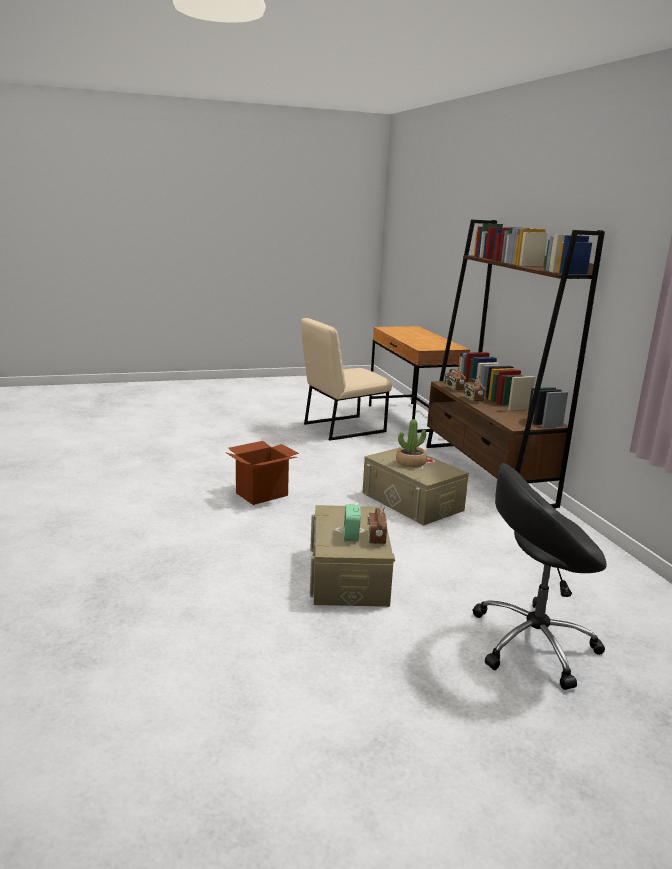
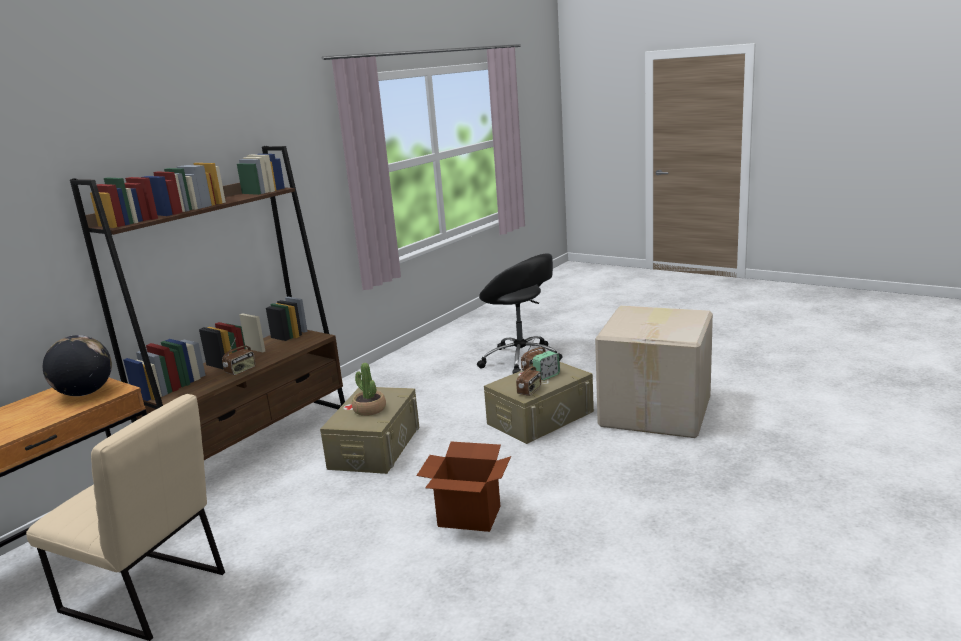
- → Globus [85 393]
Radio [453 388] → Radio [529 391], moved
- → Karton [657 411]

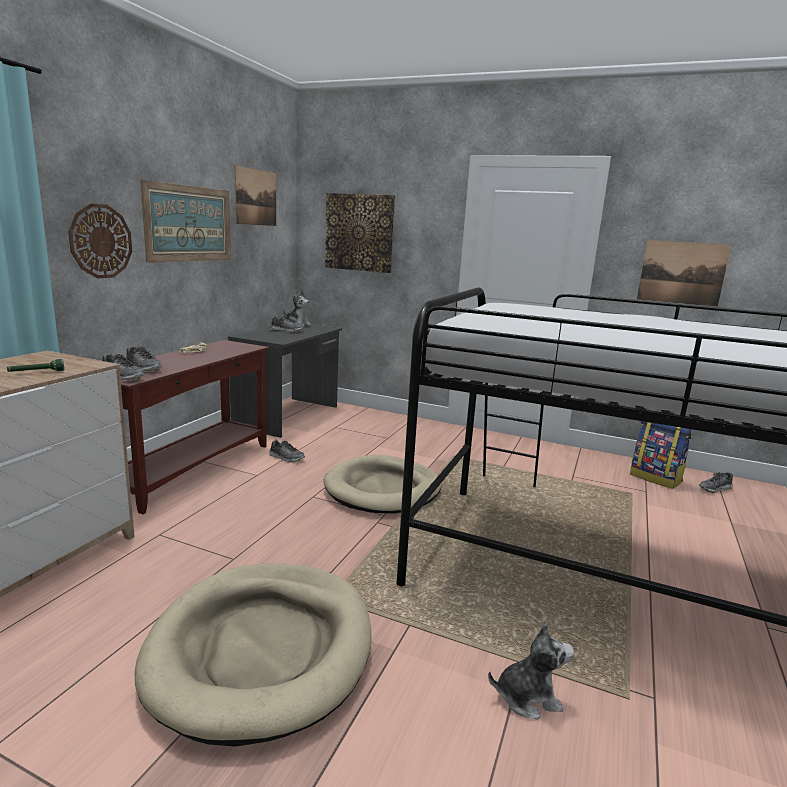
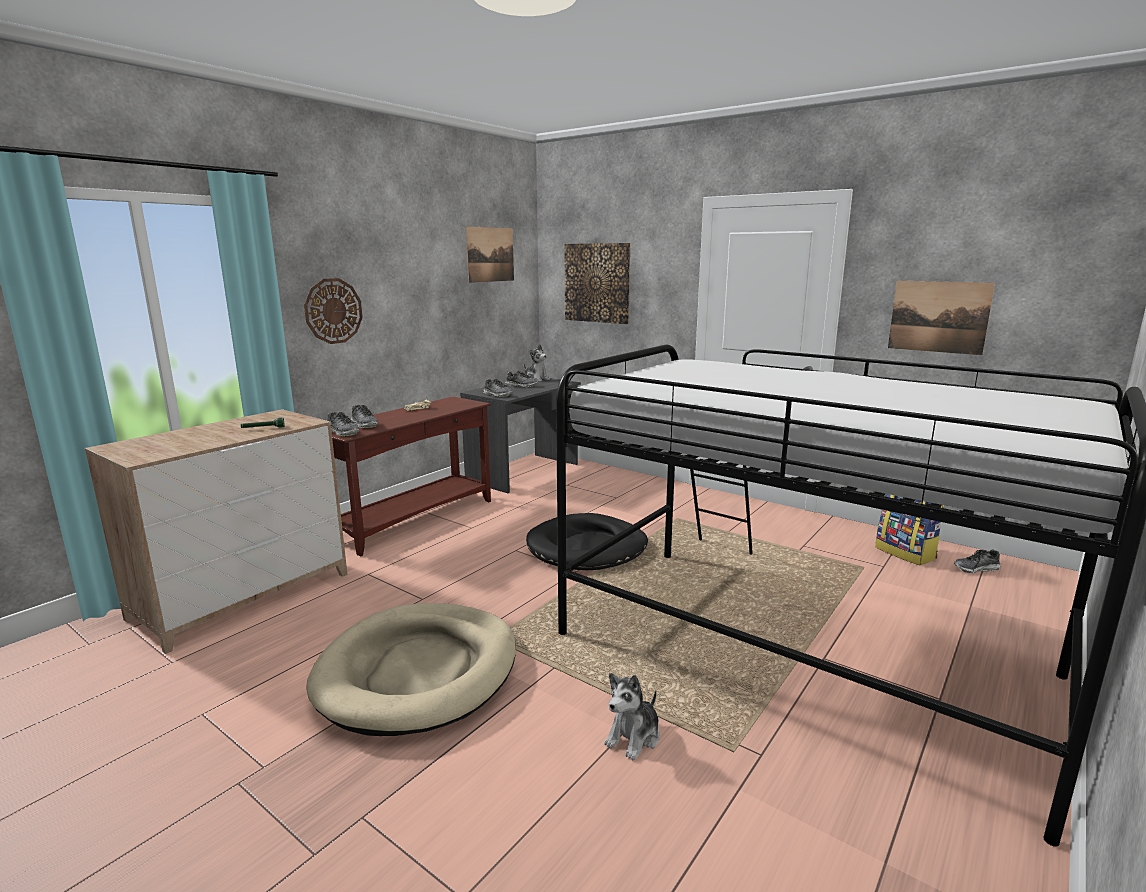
Schuh [286 458] → Schuh [497 395], moved
Hundebett/beige [383 489] → Hundebett/schwarz [587 547]
Plüschtier [527 697] → Plüschtier [634 737], 120 degrees clockwise
Bild [189 224] → -

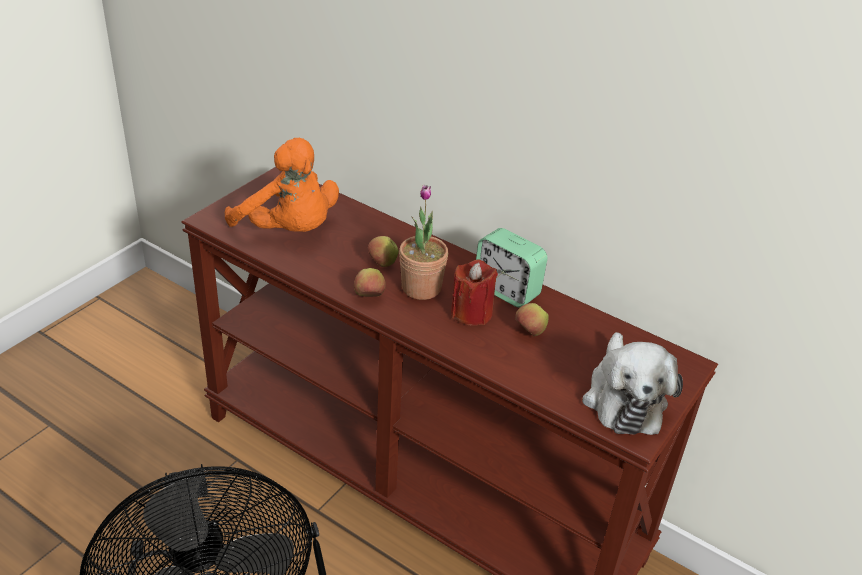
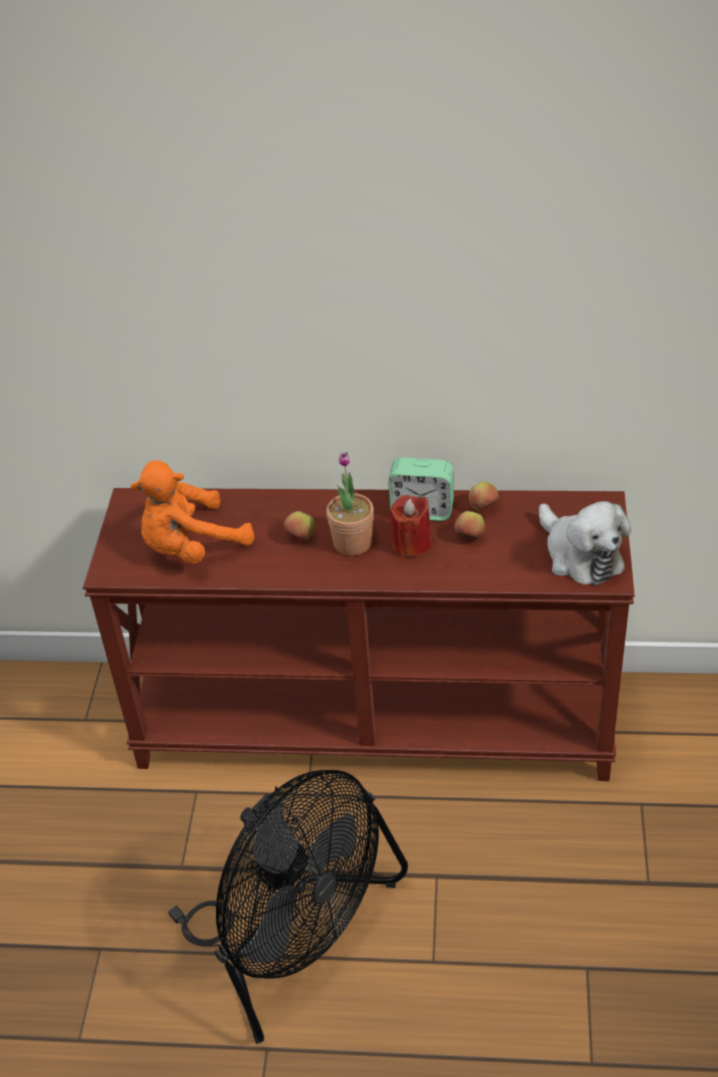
Plüschtier/orange [289 230] → Plüschtier/orange [191 547], 135 degrees clockwise
Apfel [369 296] → Apfel [483 507], moved

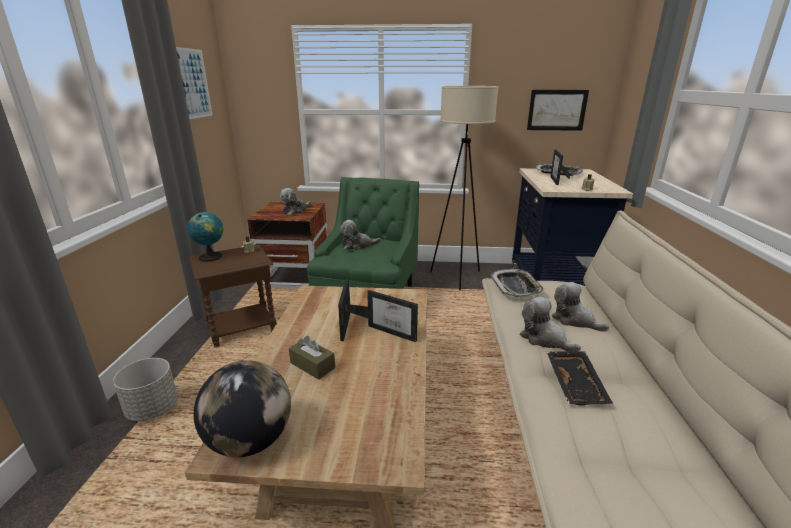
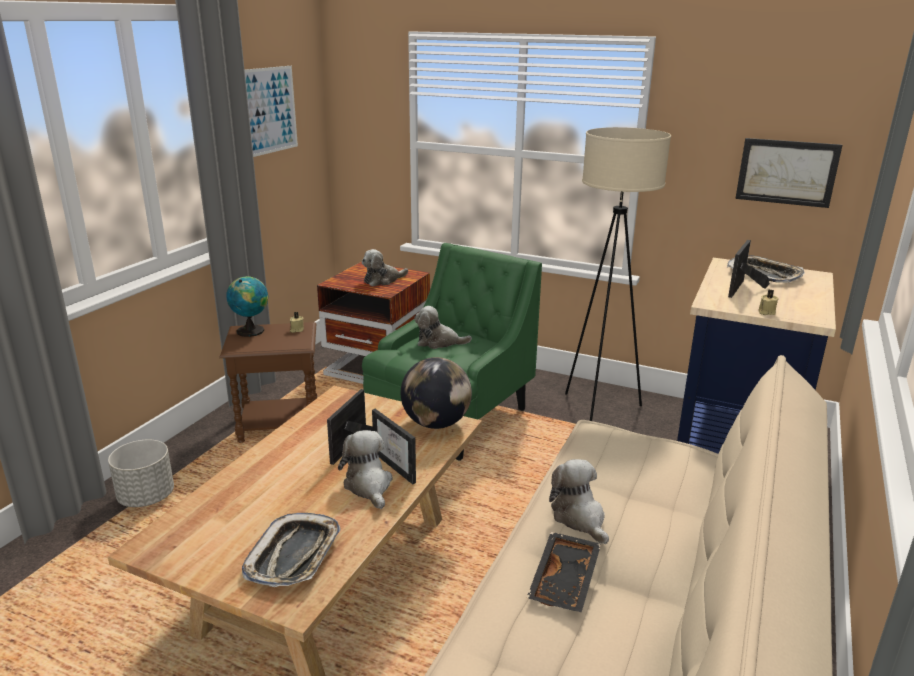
Tablett [516 287] → Tablett [294 555], moved
Plüschtier [574 320] → Plüschtier [369 486], moved
Globus [250 441] → Globus [436 423], moved
Taschentuchbox/braun [312 365] → -

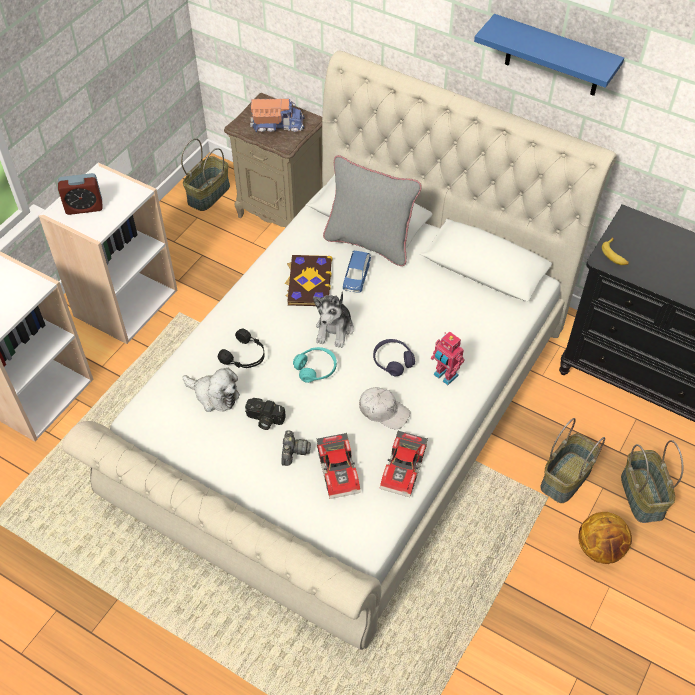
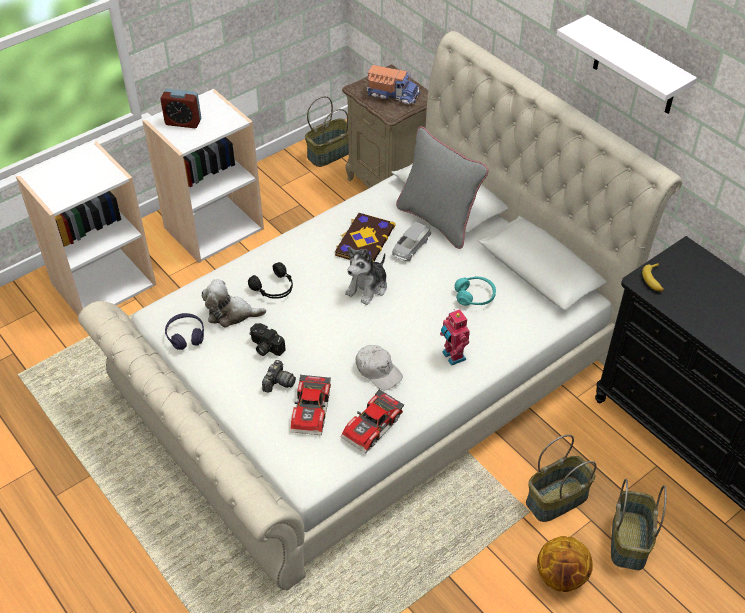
Kopfhörer/lila [393 361] → Kopfhörer/lila [185 335], moved
Plüschtier [214 395] → Plüschtier [231 314], 135 degrees clockwise
Spielzeugauto/blau [356 277] → Spielzeugauto/grau [410 247]
Kopfhörer/türkis [315 369] → Kopfhörer/türkis [474 296], moved
Wandregal/blau [553 57] → Wandregal/weiß [635 67]

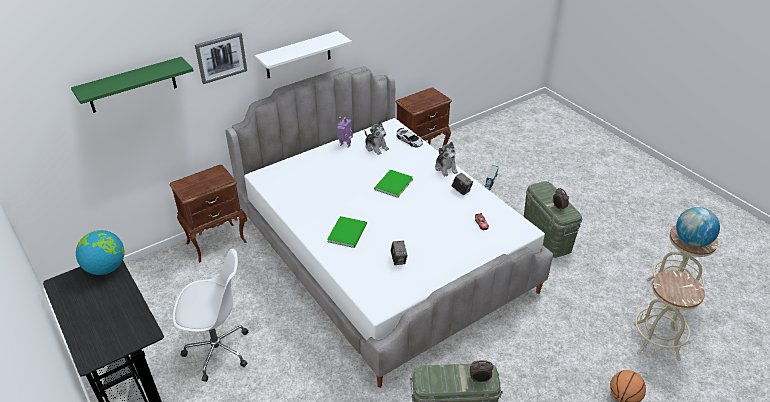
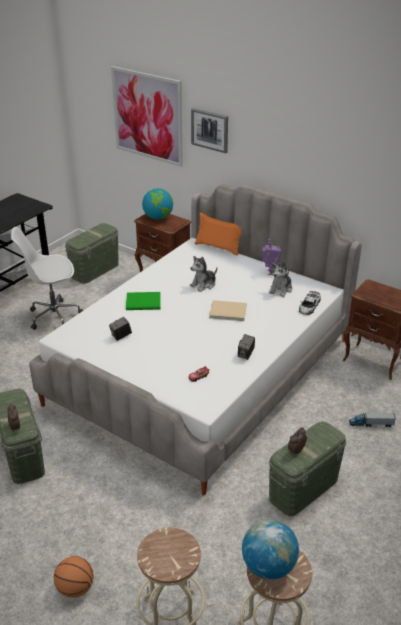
Bürostuhl/weiß [220 351] → Bürostuhl/weiß [53 317], 105 degrees clockwise
- → Aufbewahrungsbox/grün [95 270]
Wandregal/grün [132 85] → Bild [147 116]
Globus [106 268] → Globus [158 217], moved
Plüschtier [446 168] → Plüschtier [204 284], moved
- → Kissen/orange [218 247]
Buch/grün [392 184] → Buch/beige [227 311]
Wandregal/weiß [298 55] → -

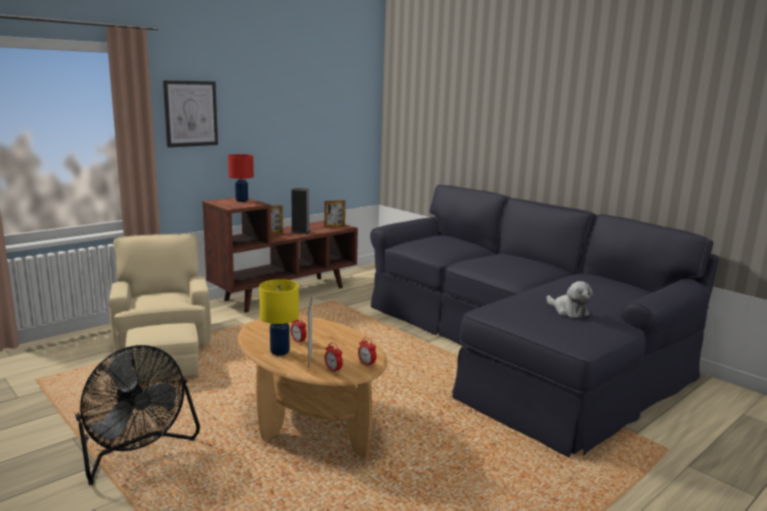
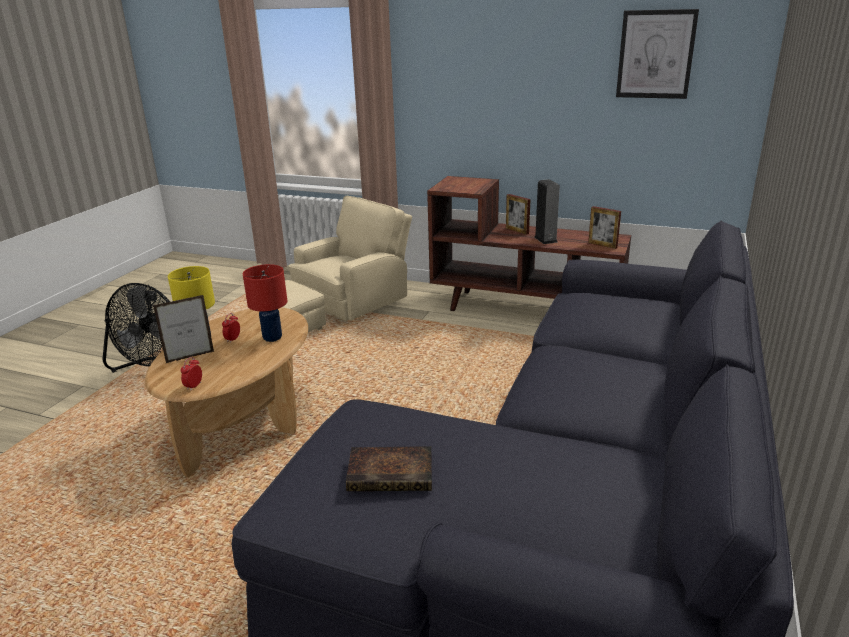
Tischlampe/rot [242 201] → Tischlampe/rot [272 338], moved
Plüschtier [568 311] → Buch [393 473]
Bild [191 113] → Bild [655 54], moved
Wecker [333 370] → -

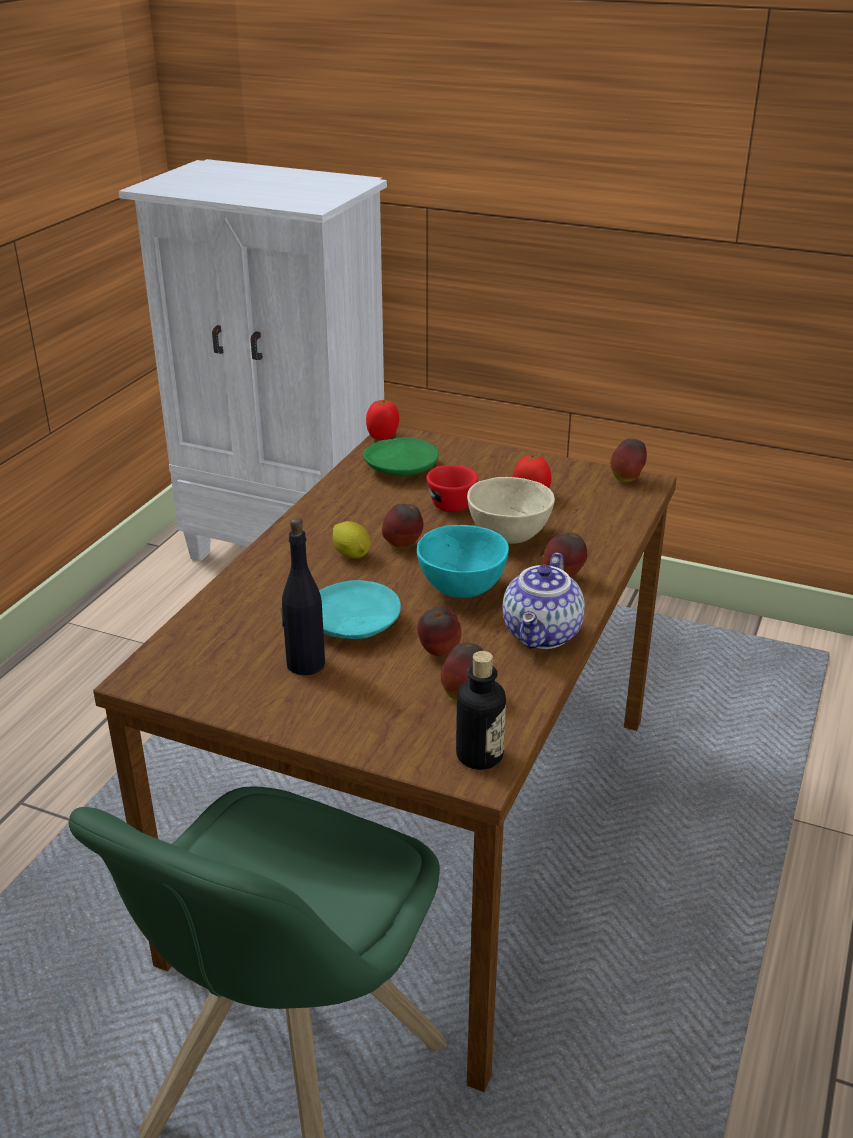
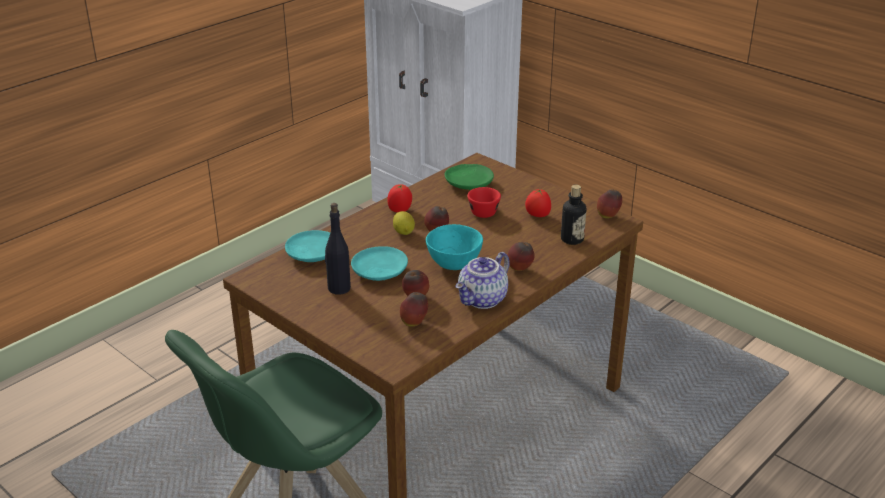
- → Teller/türkis [312 254]
Tomate [383 437] → Tomate [400 210], moved
Flasche [479 755] → Flasche [572 239], moved
Schüssel/beige [507 536] → -

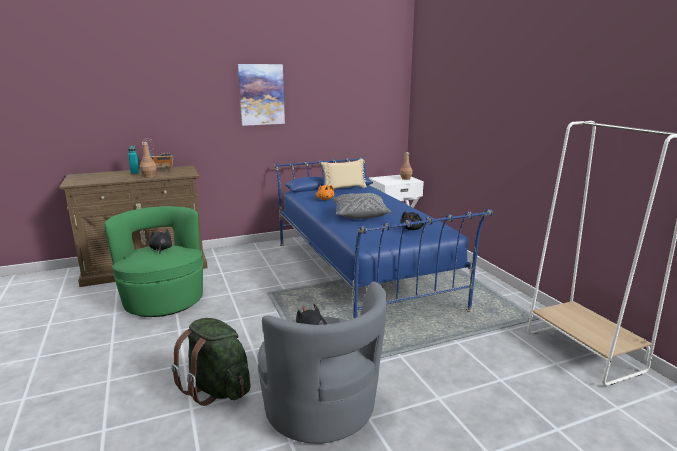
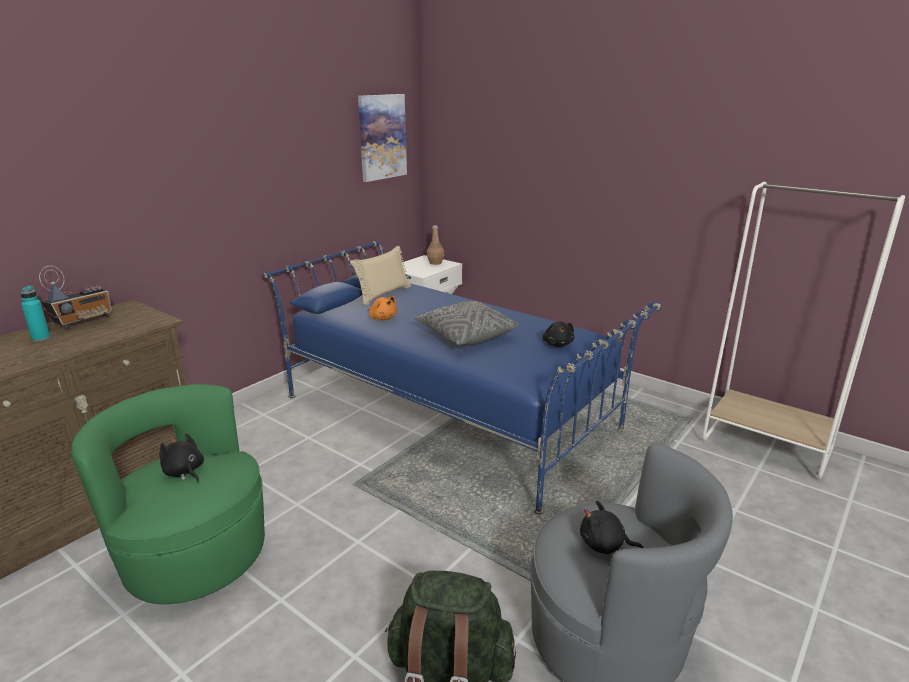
Bild [261 94] → Bild [382 137], moved
Flasche/braun [149 176] → -

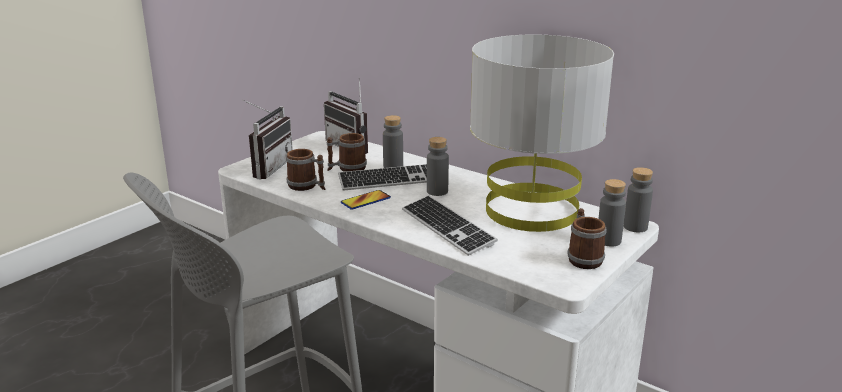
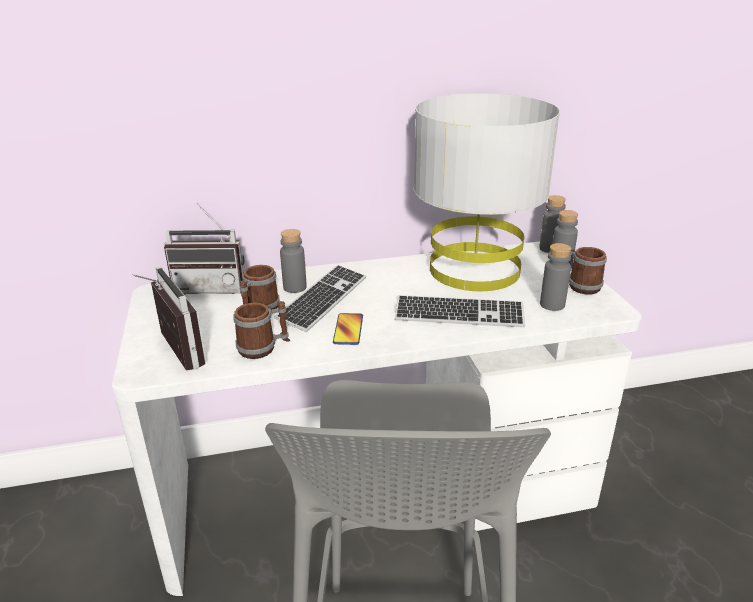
Flasche/grau [437 191] → Flasche/grau [552 304], moved

